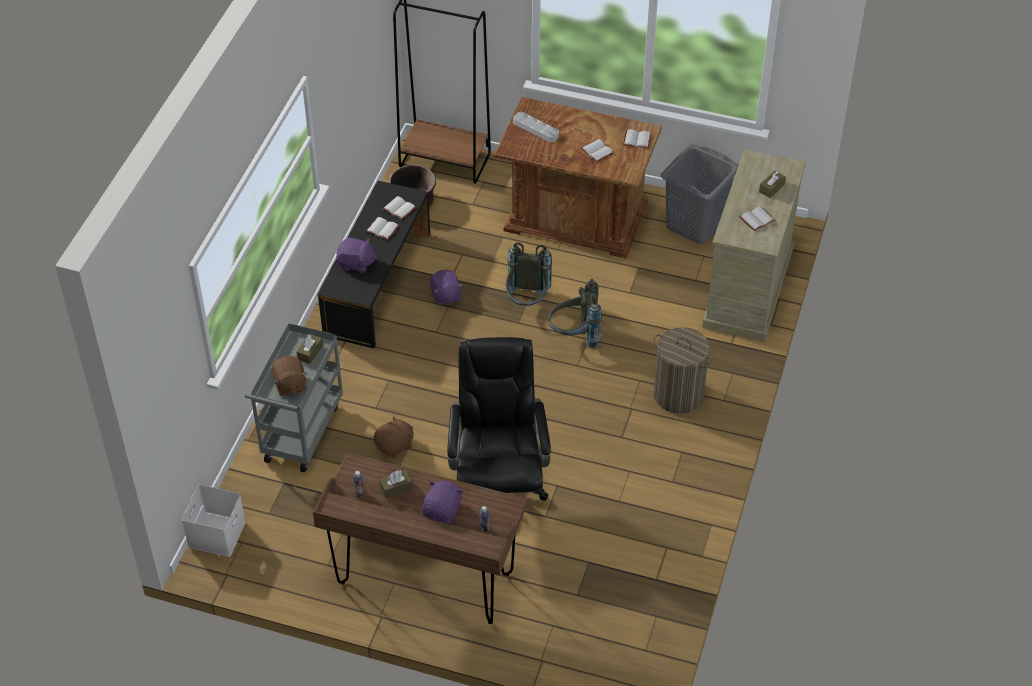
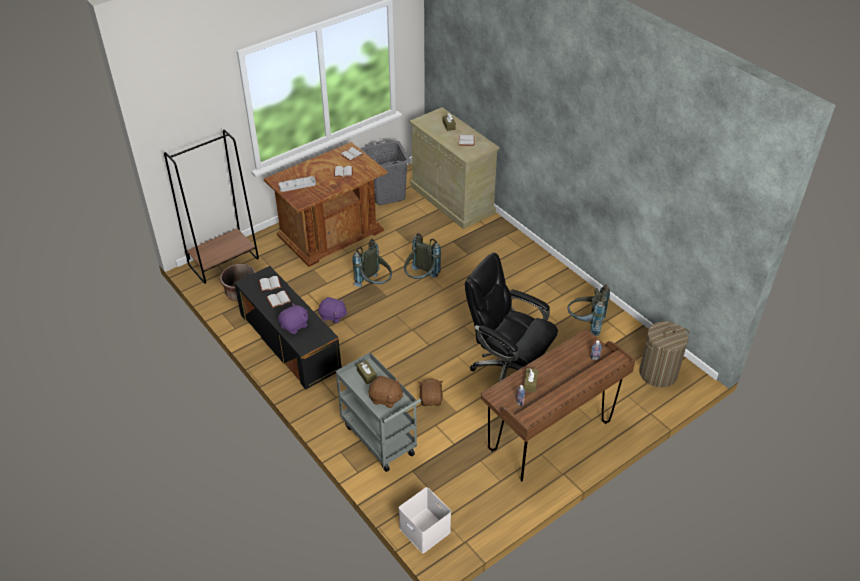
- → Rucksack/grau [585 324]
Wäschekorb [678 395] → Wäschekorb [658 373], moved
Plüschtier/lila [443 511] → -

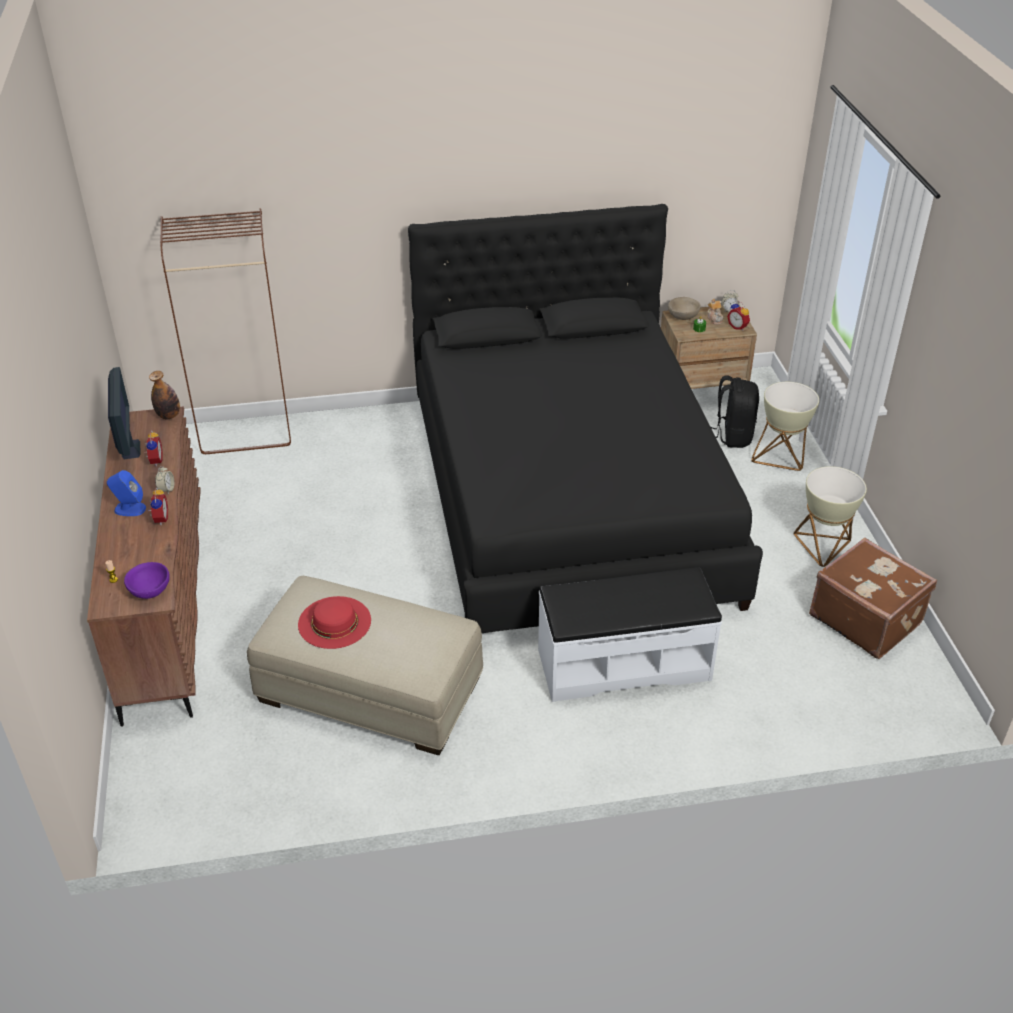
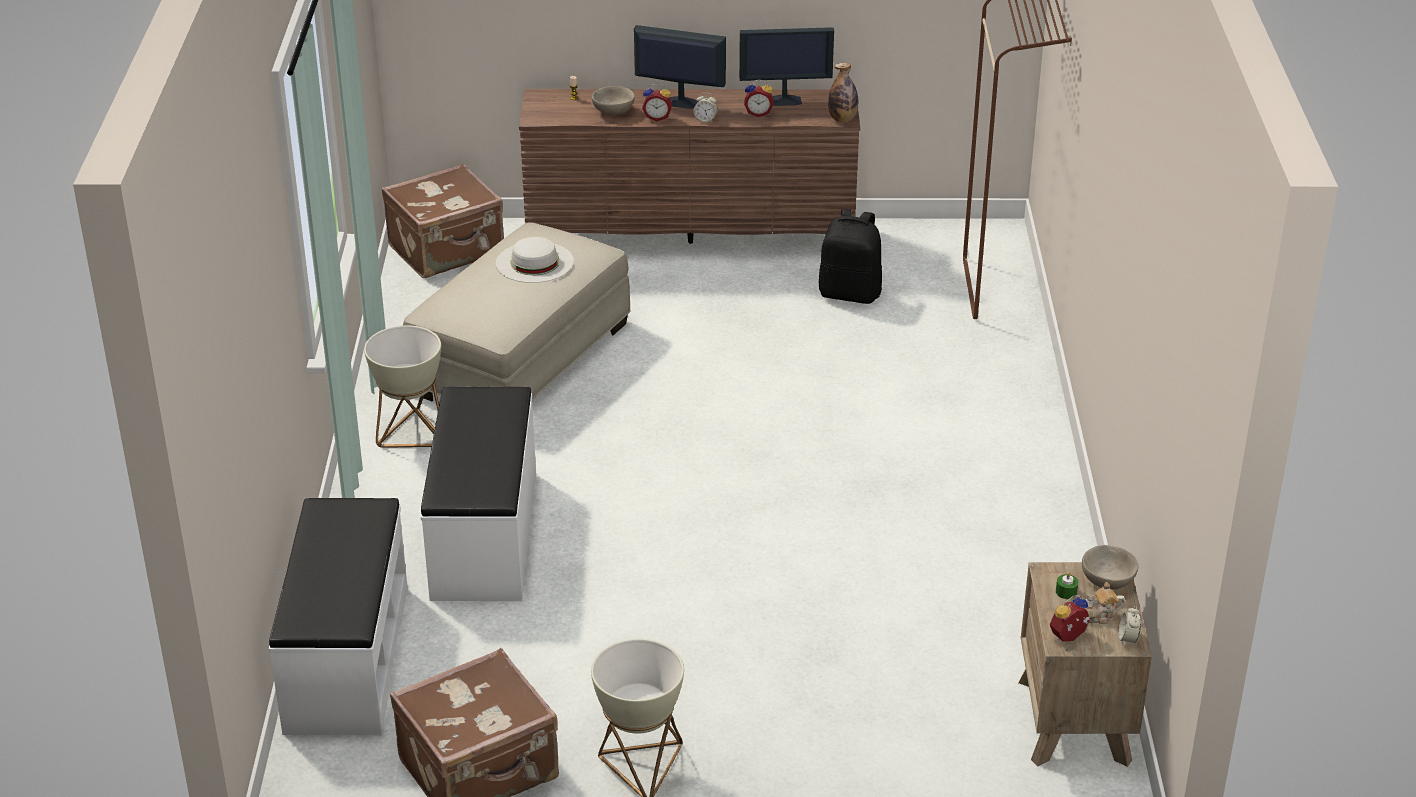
- → Bank/weiß [345 659]
Pflanzkübel [780 458] → Pflanzkübel [411 434], moved
- → Koffer/braun [447 251]
Hut/rot [334 622] → Hut/weiß [534 262]
- → Schüssel/beige [614 112]
Lautsprecher/blau [129 509] → Monitor [680 102]
Rucksack/schwarz [732 436] → Rucksack/schwarz [850 293], moved
Schüssel/lila [149 590] → -
Bett/schwarz [569 498] → -

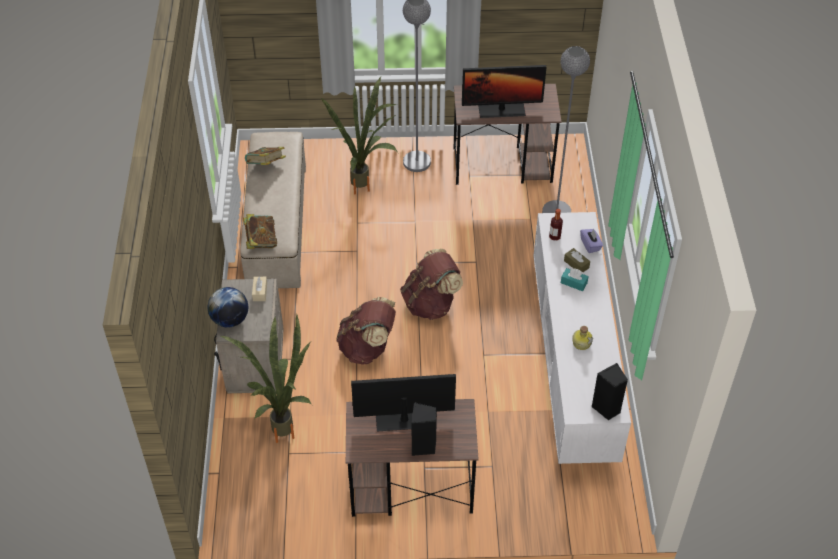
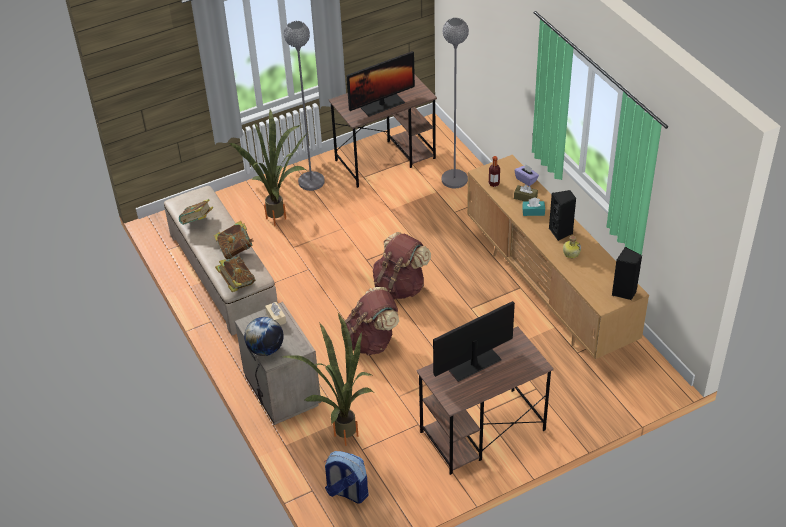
- → Buch [236 250]
- → Rucksack [347 492]
Schrank/weiß [573 371] → Schrank/braun [549 292]
Lautsprecher/schwarz [423 446] → Lautsprecher/schwarz [561 232], moved

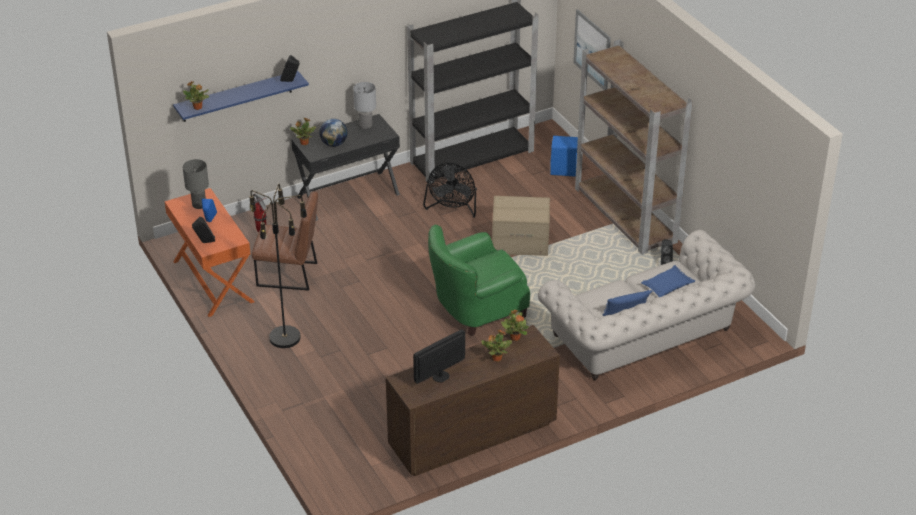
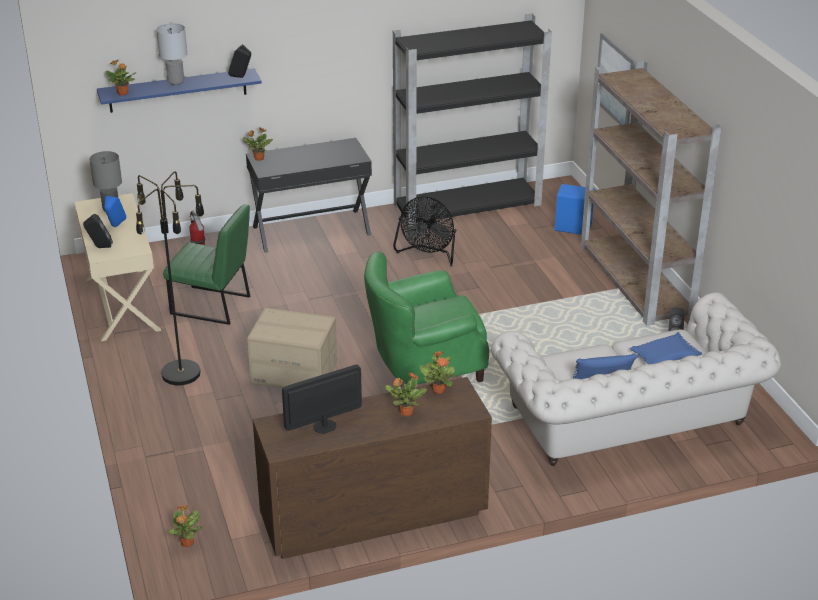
Schreibtisch/orange [212 281] → Schreibtisch/beige [121 304]
Tischlampe/grau [366 126] → Tischlampe/grau [176 83], moved
Stuhl/braun [289 275] → Stuhl/grün [212 306]
- → Topfpflanze [187 543]
Karton [520 242] → Karton [294 372], moved
Globus [334 144] → -

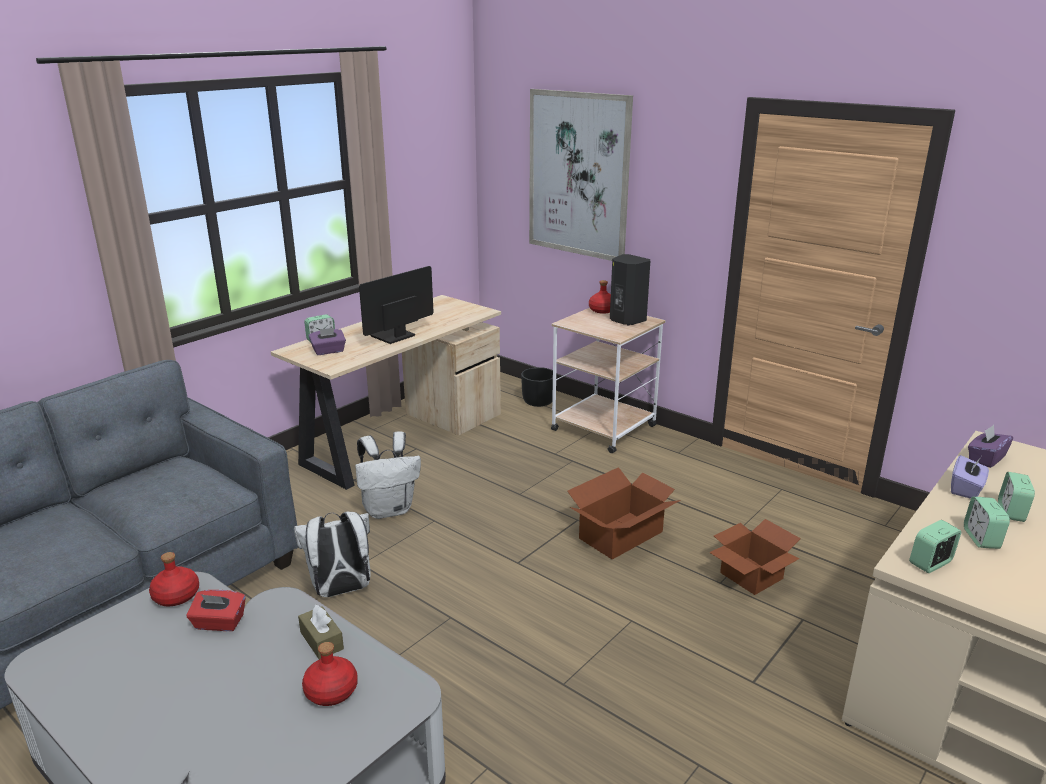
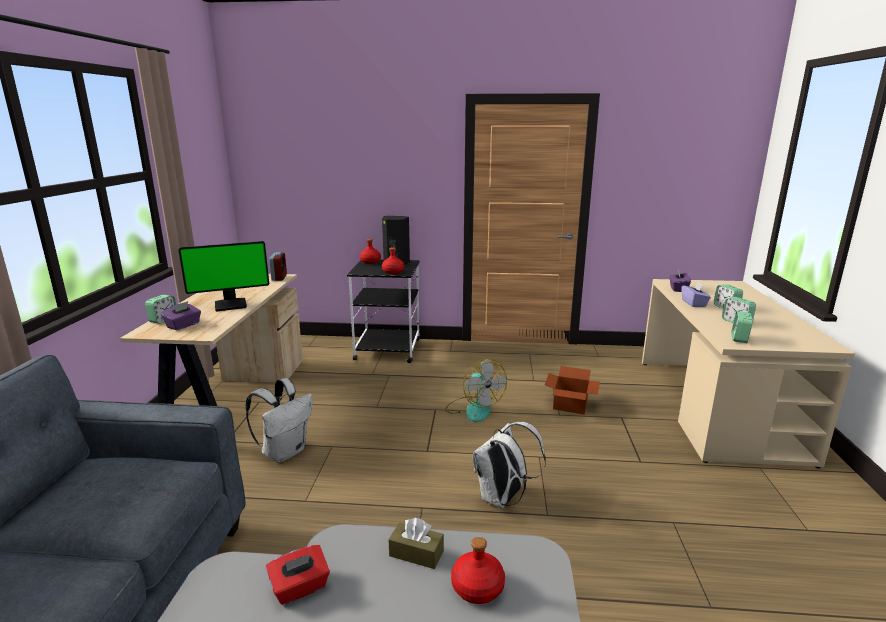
Monitor [393 337] → Monitor [231 304], 120 degrees counterclockwise
- → Wecker [279 277]
Rollwagen/beige [605 429] → Rollwagen/schwarz [389 350]
Flasche/rot [176 596] → Flasche/rot [393 272], moved
Karton [622 535] → Ventilator [474 409]
Rucksack/weiß [341 590] → Rucksack/weiß [503 499], moved
Pflanzkübel/schwarz [538 402] → -
Bild [578 175] → -

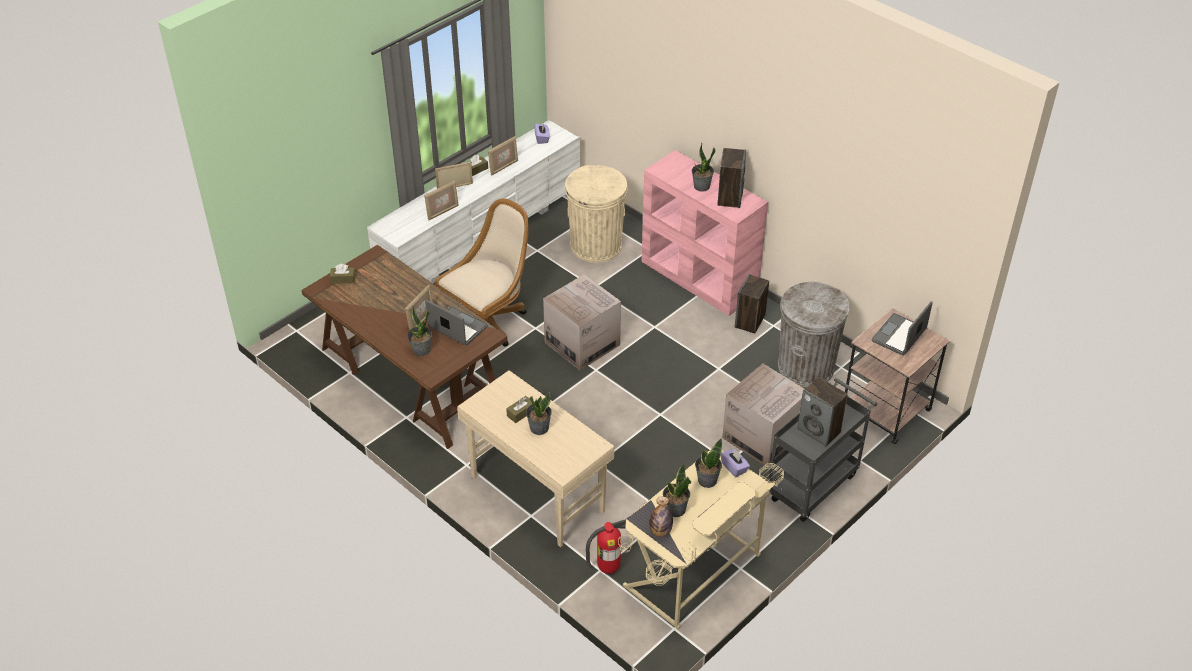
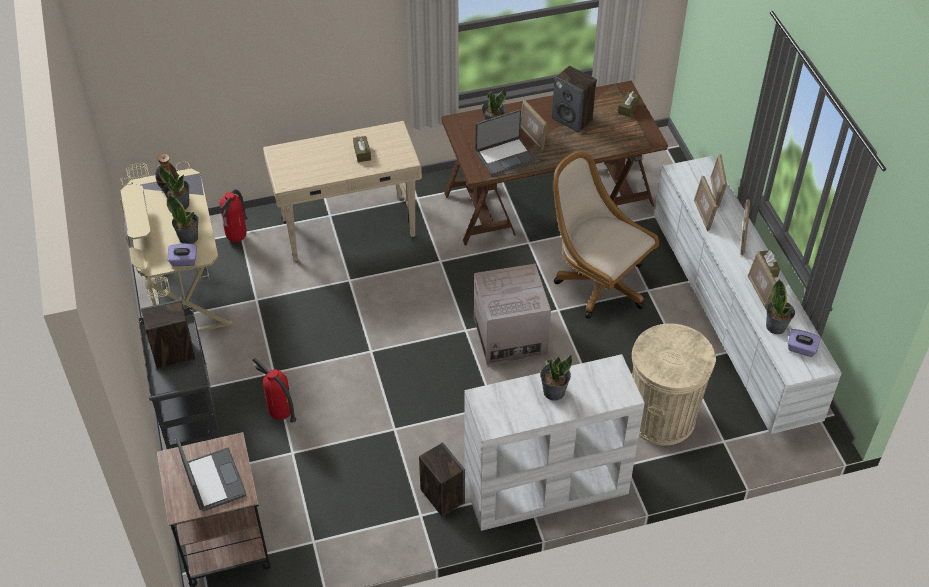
Karton [762 436] → Feuerlöscher [280 415]
Bücherregal/rosa [699 277] → Bücherregal/weiß [546 489]
Lautsprecher [729 197] → Lautsprecher [572 119], moved
Bürostuhl [488 318] → Bürostuhl [596 281], 150 degrees clockwise
- → Bilderrahmen [715 193]
Topfpflanze [539 428] → Topfpflanze [776 326], moved
Mülleimer/grau [805 367] → -

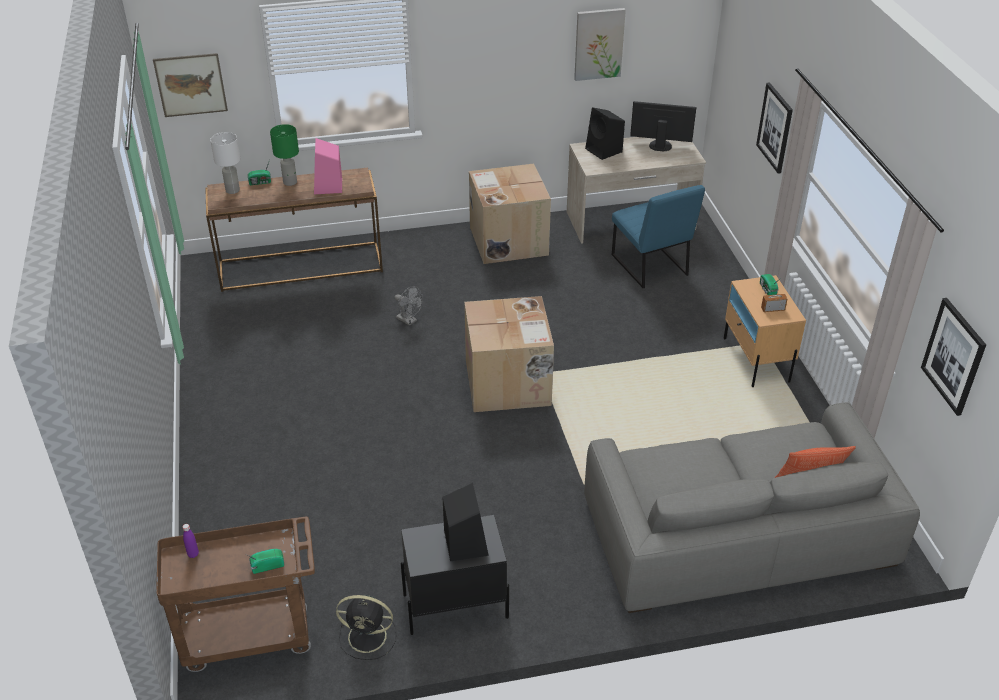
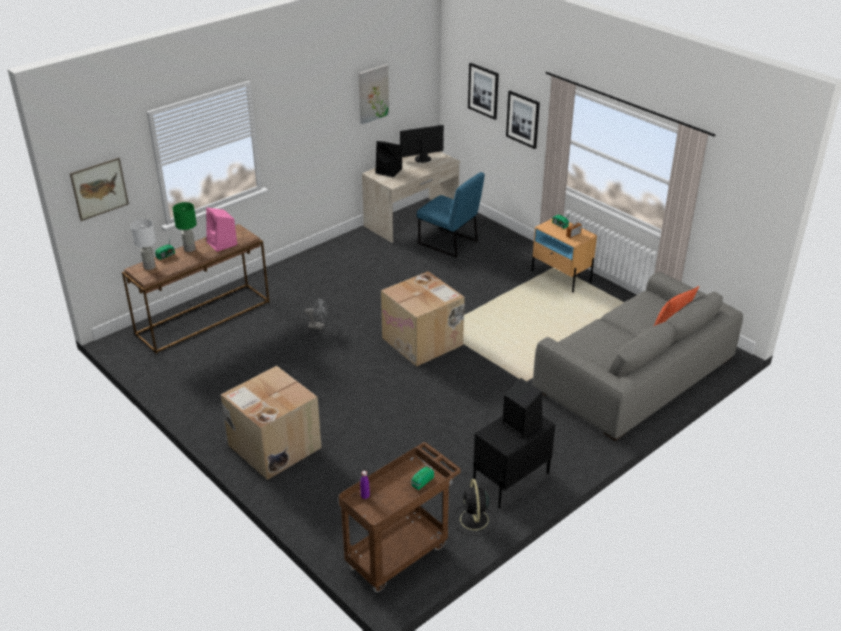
Karton [507 240] → Karton [273 446], moved
Ventilator/schwarz [369 637] → Ventilator/schwarz [474 520], 105 degrees clockwise
Bild [954 356] → Bild [483 90], moved

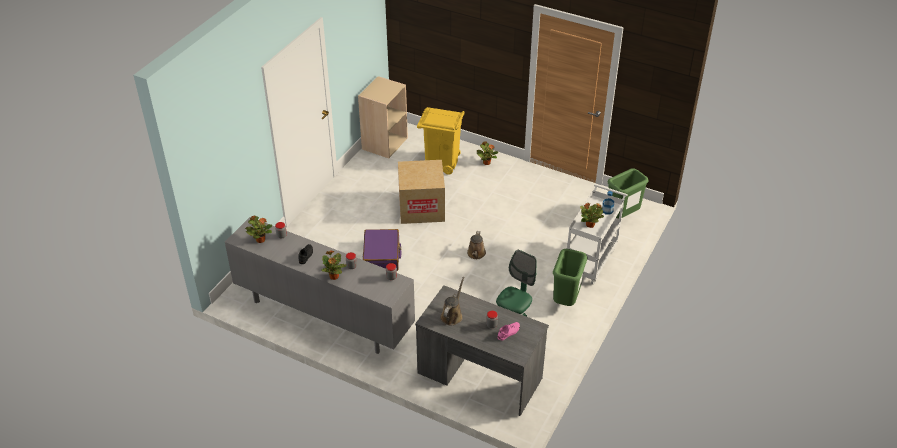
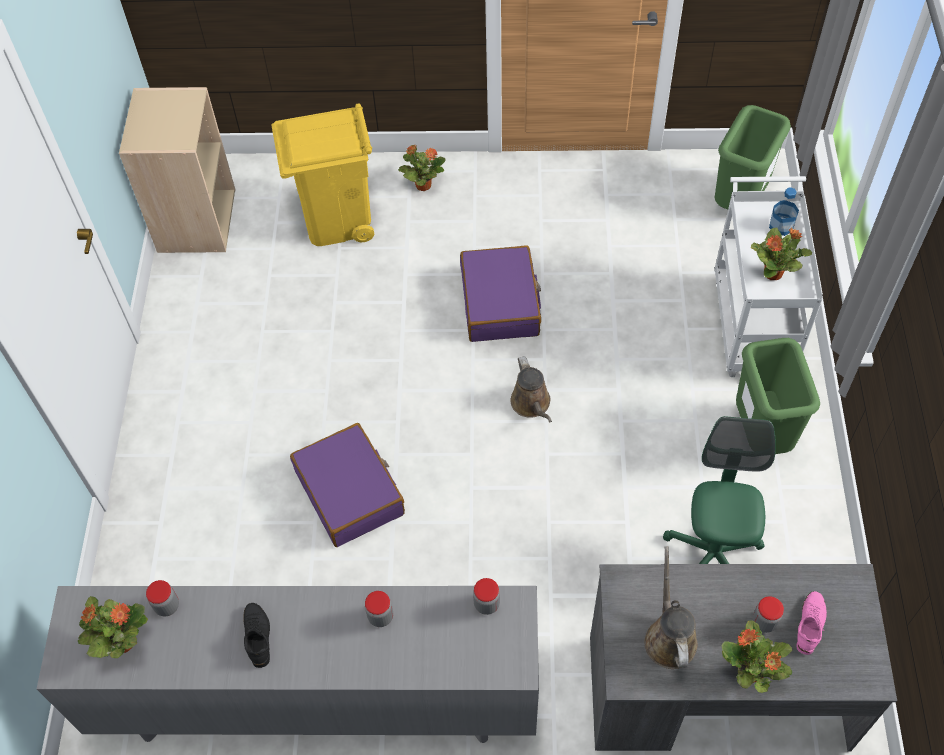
- → Koffer/lila [500 303]
Topfpflanze [334 277] → Topfpflanze [750 673], moved
Karton [421 208] → -

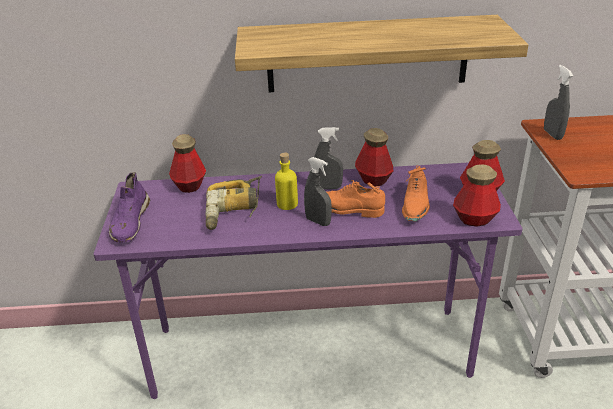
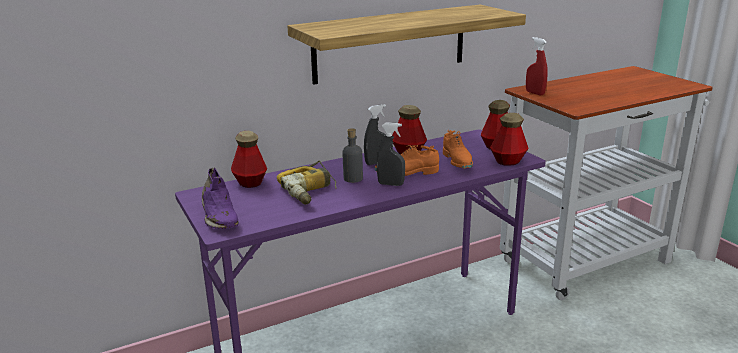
Flasche/gelb [287 204] → Flasche/grau [353 178]
Sprühflasche/grau [552 134] → Sprühflasche/rot [535 93]

